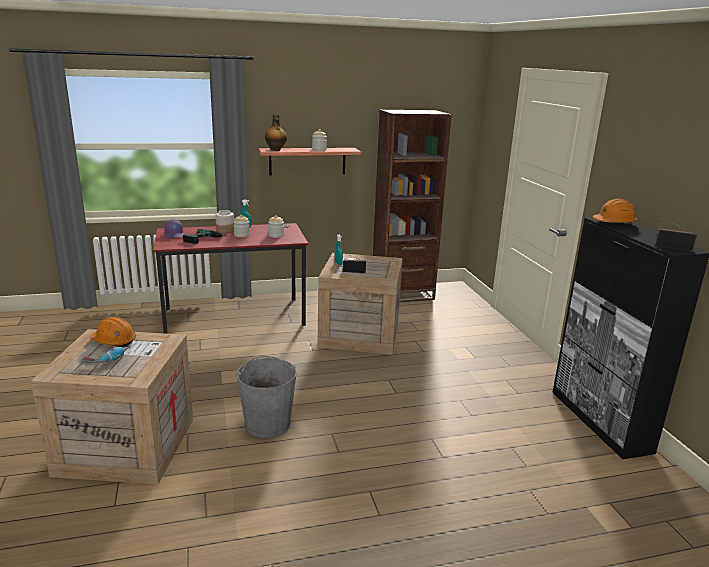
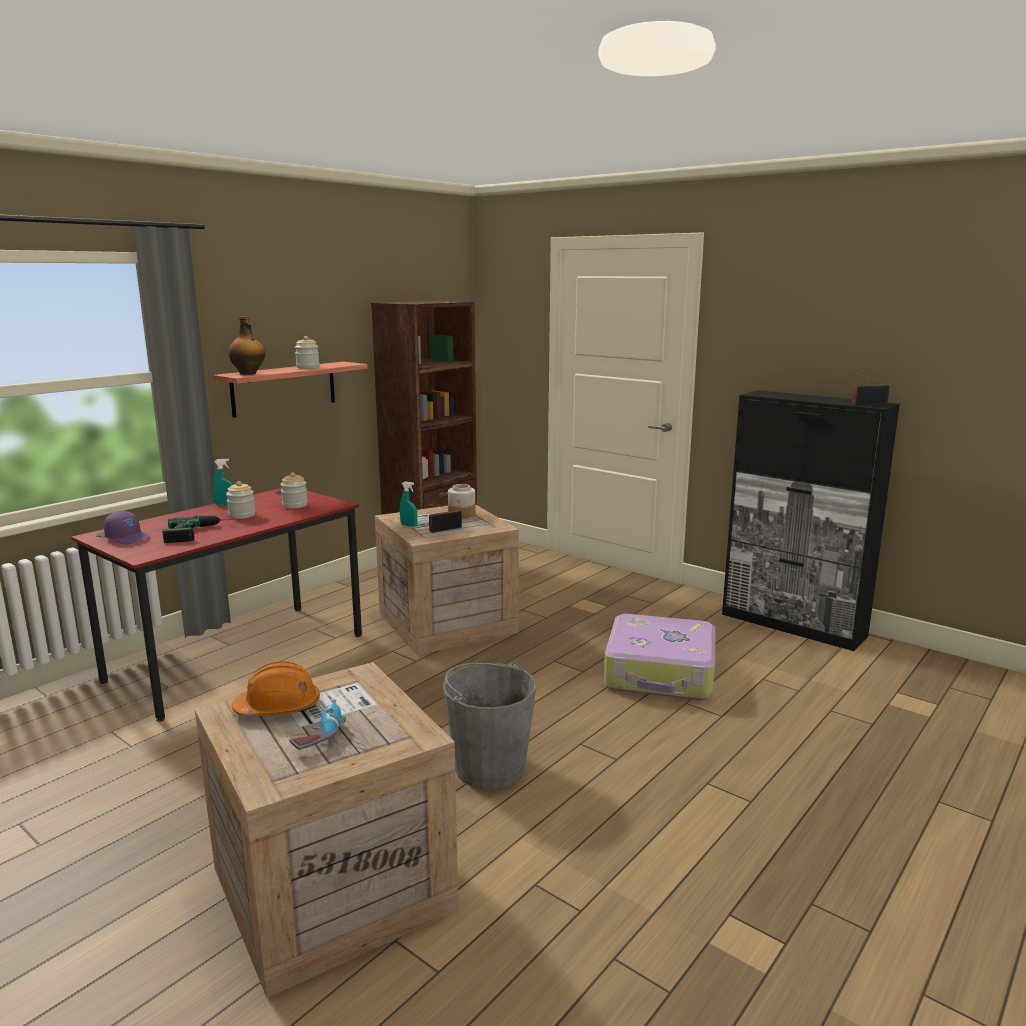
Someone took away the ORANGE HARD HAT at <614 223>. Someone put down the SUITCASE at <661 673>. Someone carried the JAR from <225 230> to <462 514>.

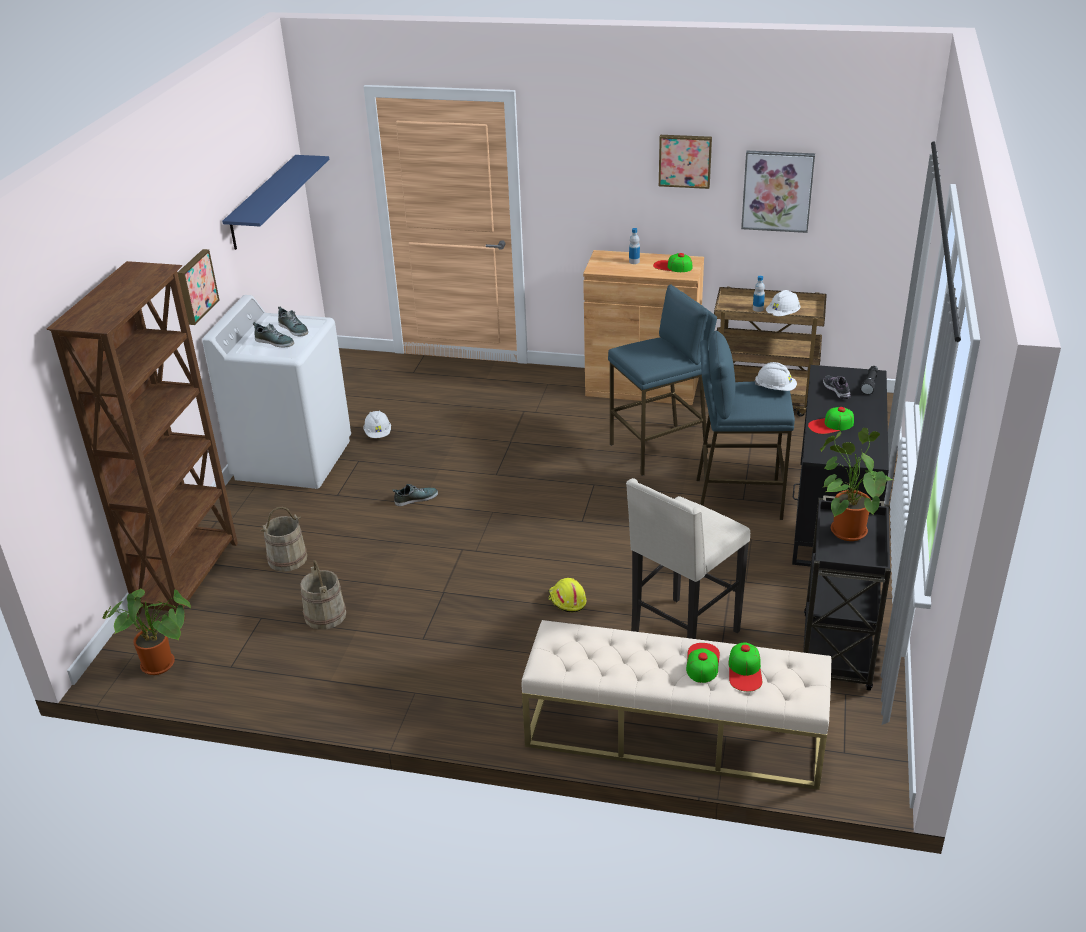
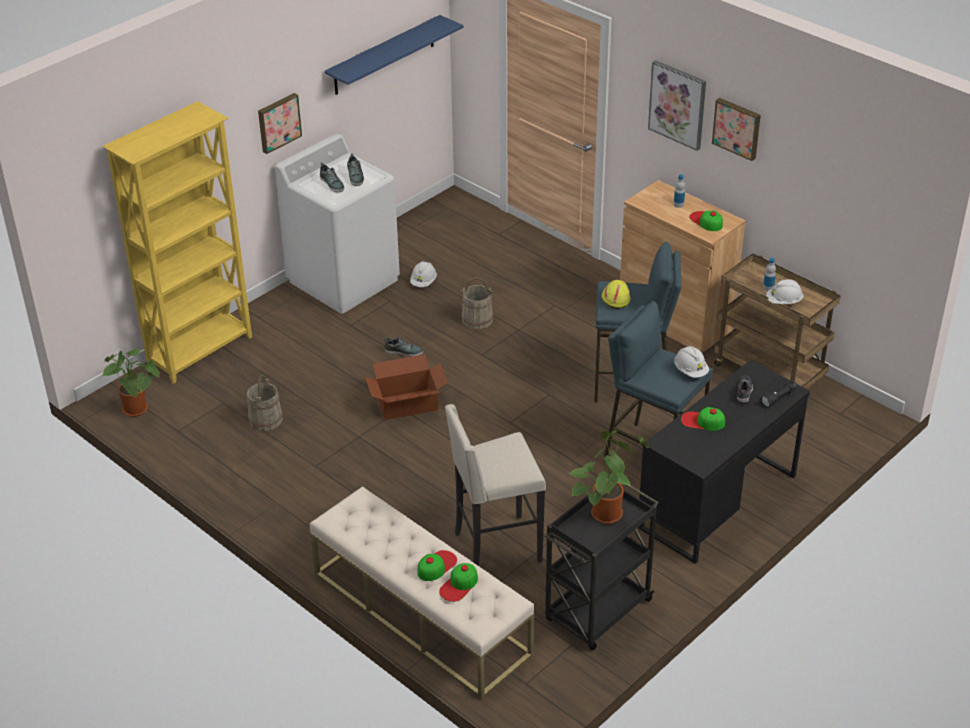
Someone put down the CARDBOARD BOX at <408 404>. Someone carried the BEIGE BUCKET from <287 559> to <477 320>. Someone carried the YELLOW HARD HAT from <566 600> to <615 298>. Someone carried the PICTURE from <777 191> to <677 104>. Someone repainted the BROWN BOOKCASE at <190 577>, which became the YELLOW BOOKCASE at <201 351>.

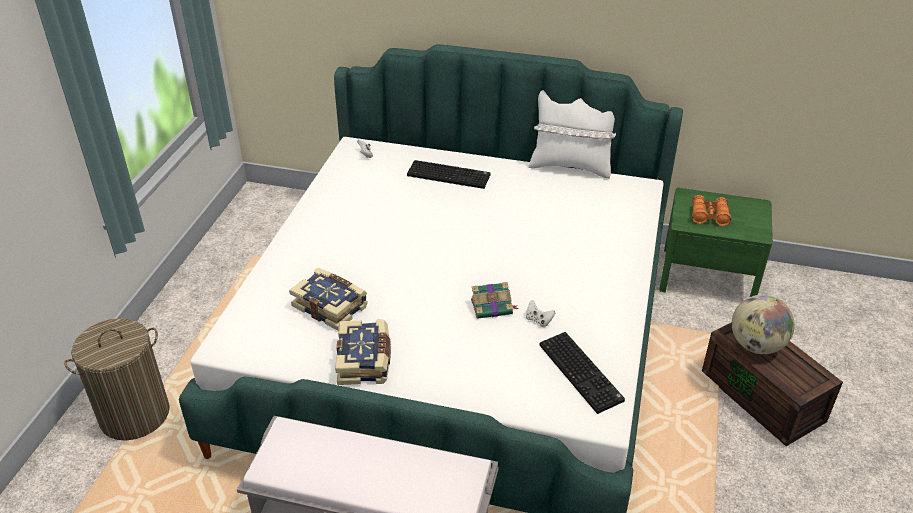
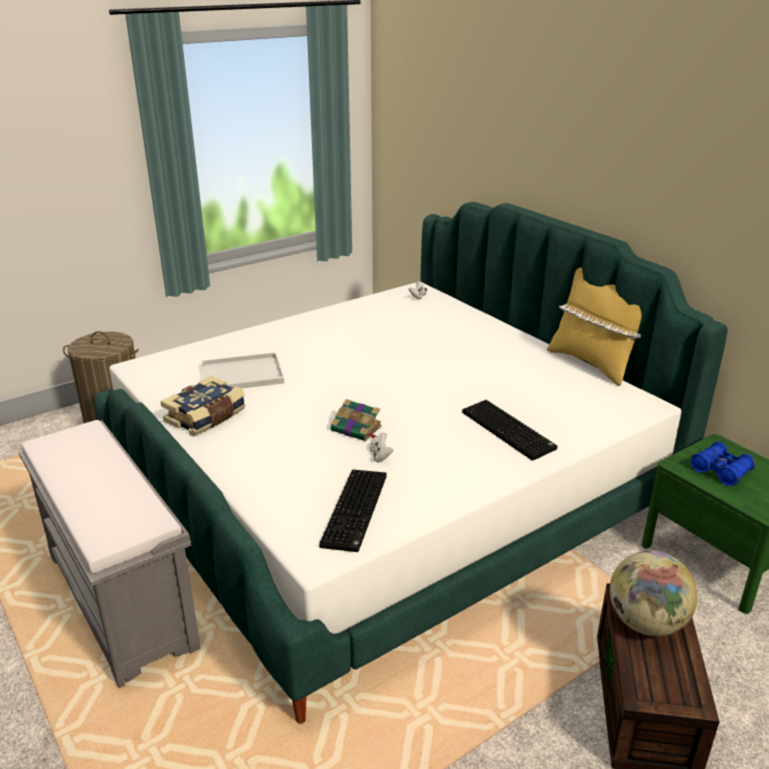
Someone carried the KEYBOARD from <449 175> to <509 430>. Someone swapped the BOOK at <331 306> for the WHITE TRAY at <240 375>. Someone repainted the WHITE PILLOW at <570 166>, which became the YELLOW PILLOW at <592 363>. Someone repainted the ORANGE BINOCULARS at <709 216>, which became the BLUE BINOCULARS at <721 471>.

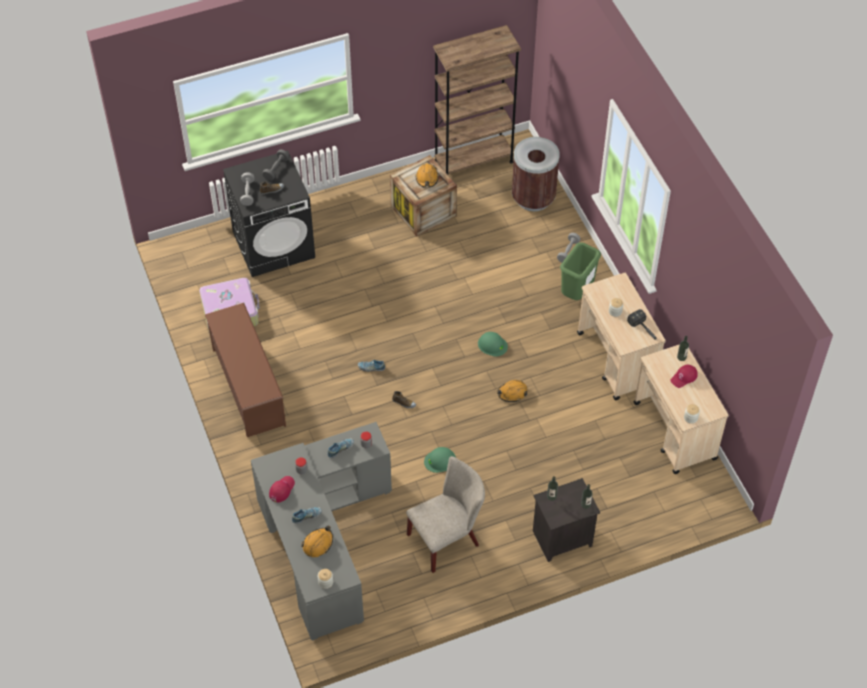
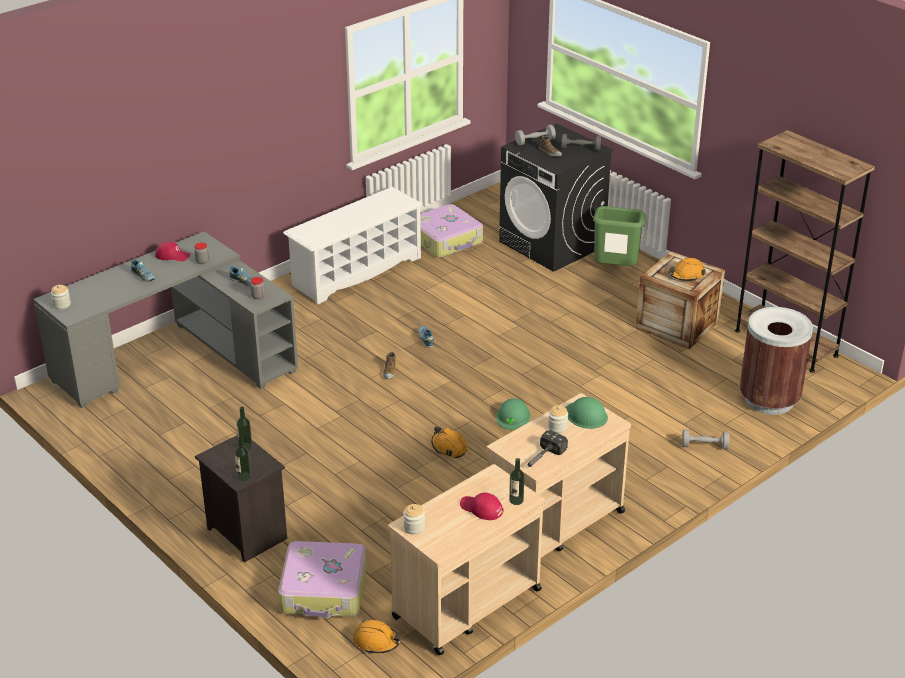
Someone took away the BEIGE CHAIR at <447 538>. Someone put down the SUITCASE at <324 590>. Someone carried the ORANGE HARD HAT from <318 544> to <376 641>. Someone carried the GREEN HARD HAT from <440 460> to <586 415>. Someone carried the GREEN TRASH CAN from <577 293> to <615 269>. Someone repainted the BROWN SHOE RACK at <248 386>, which became the WHITE SHOE RACK at <356 271>.

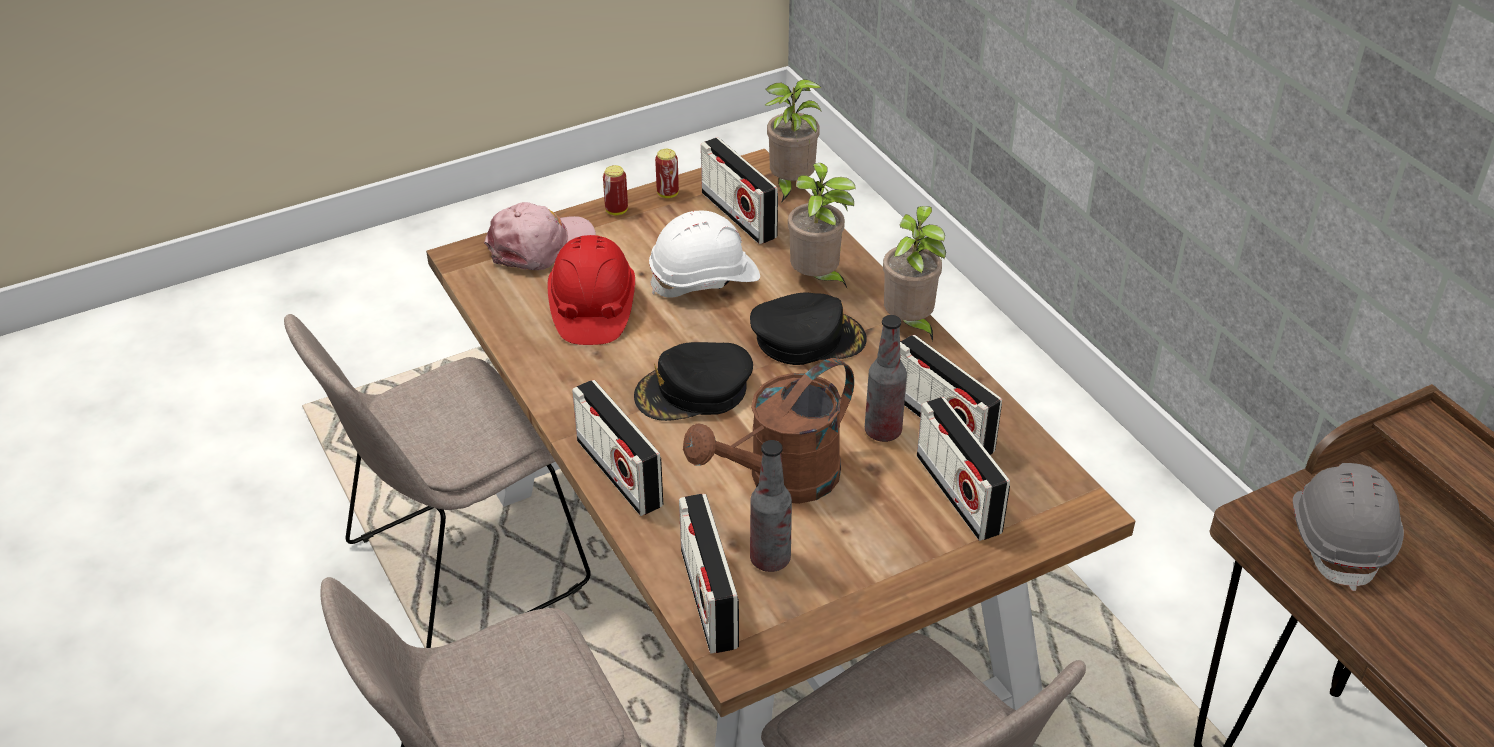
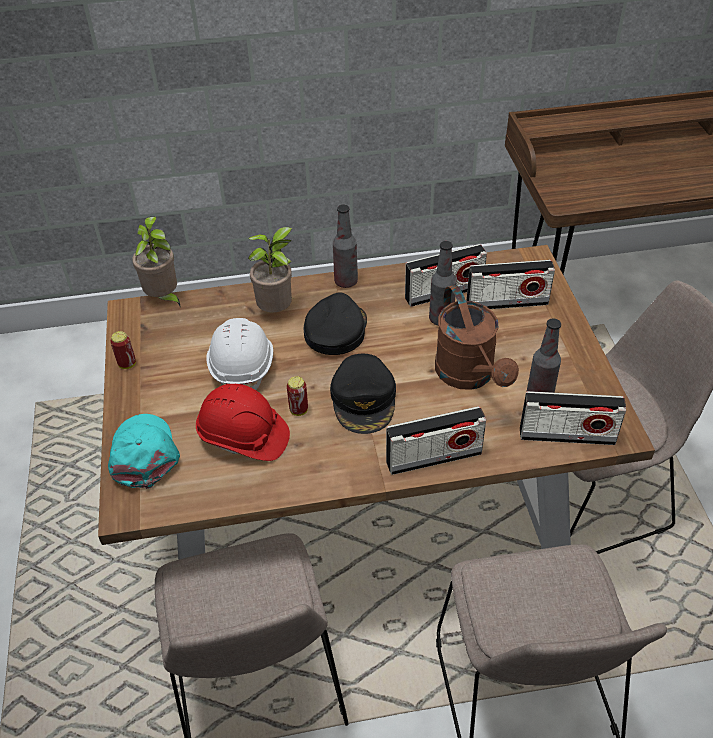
Someone took away the RADIO at <738 215>. Someone took away the GREY HARD HAT at <1339 538>. Someone carried the CAN from <616 211> to <299 410>. Someone swapped the POTTED PLANT at <909 325> for the BOTTLE at <346 282>. Someone repainted the PINK CAP at <541 246>, which became the TURQUOISE CAP at <143 454>.

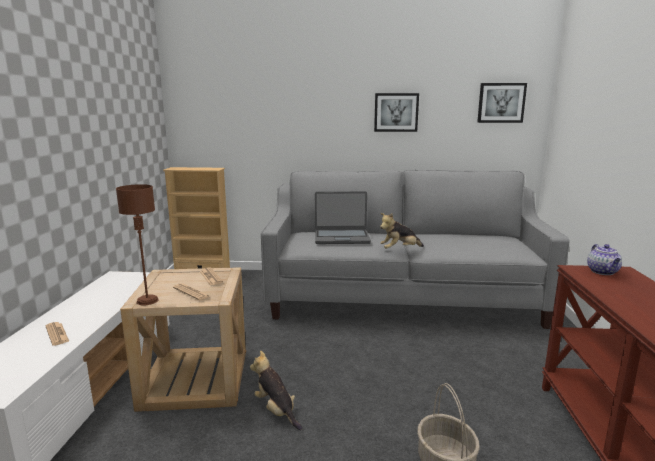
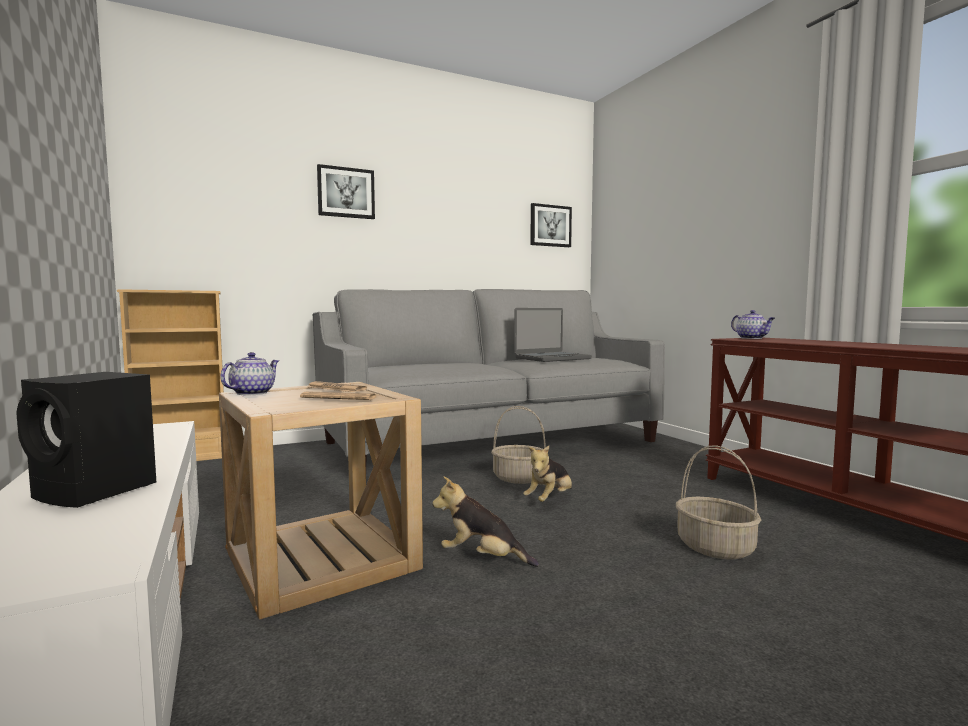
Someone took away the BROWN TABLE LAMP at <147 301>. Someone put down the TEAPOT at <252 393>. Someone put down the BASKET at <519 478>. Someone carried the LAPTOP from <341 238> to <552 358>. Someone carried the PICTURE from <396 112> to <346 192>. Someone carried the PLUSH TOY from <399 250> to <550 500>. Someone swapped the NEWSPAPER at <57 334> for the BLACK SPEAKER at <97 491>.

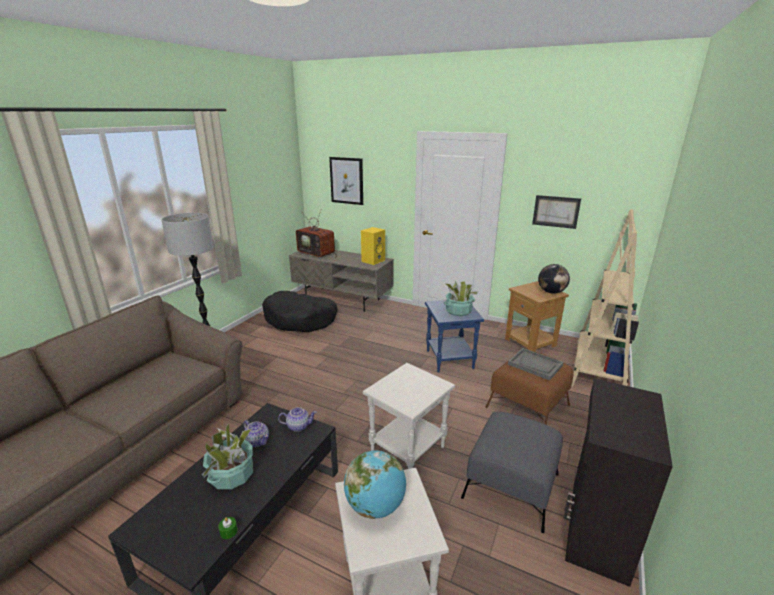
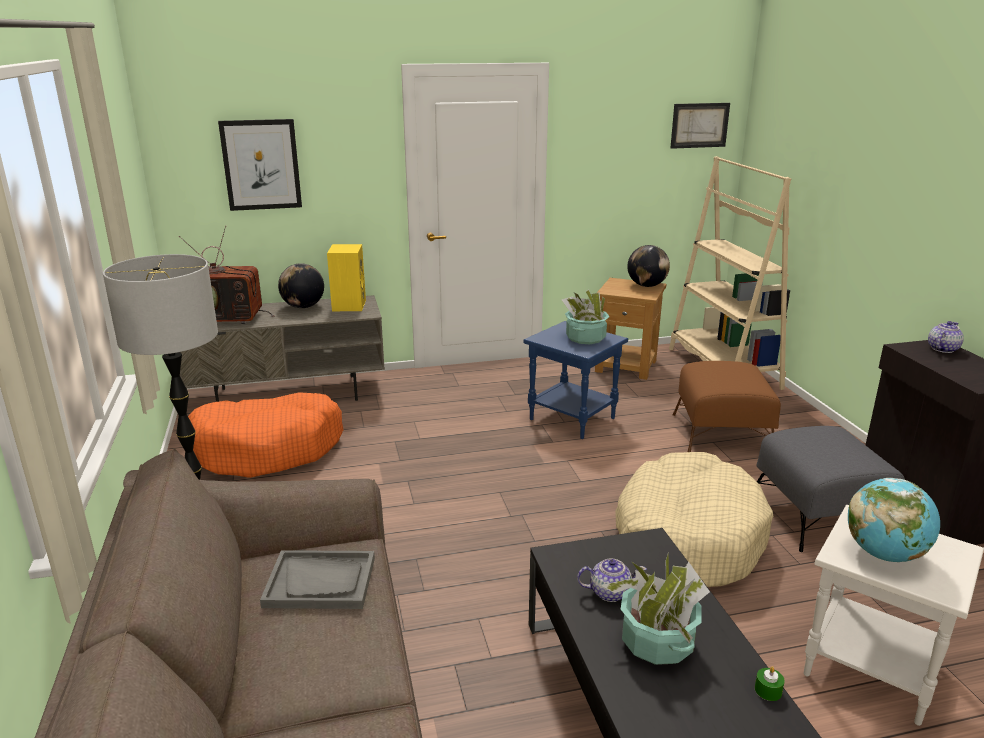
Someone put down the GLOBE at <303 307>. Someone carried the TEAPOT from <298 426> to <942 349>. Someone carried the GREY TRAY from <535 365> to <320 582>. Someone carried the PICTURE from <556 211> to <699 125>. Someone swapped the WHITE SIDE TABLE at <408 451> for the BEIGE DOG BED at <687 537>. Someone repainted the BLACK DOG BED at <300 320>, which became the ORANGE DOG BED at <268 449>.

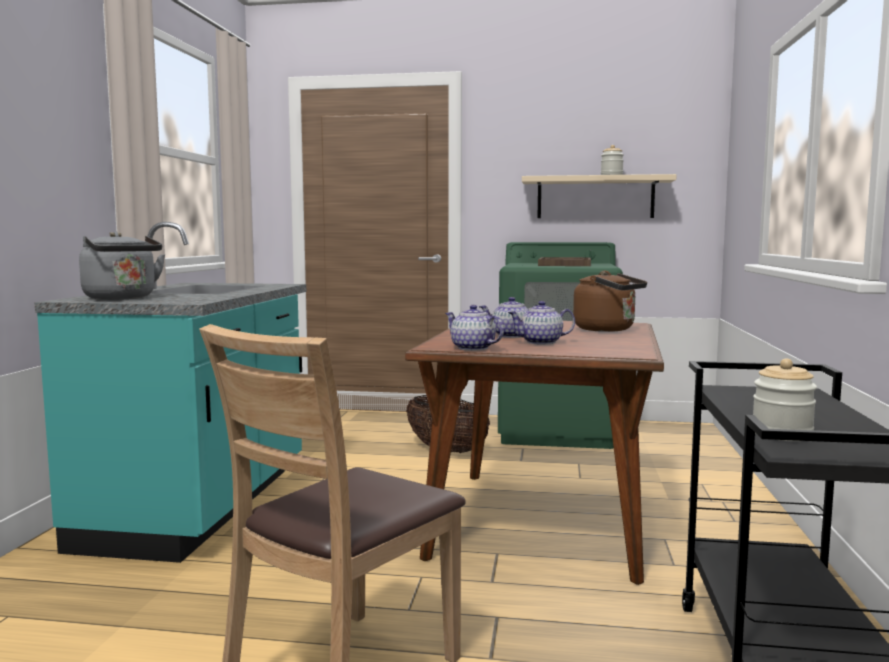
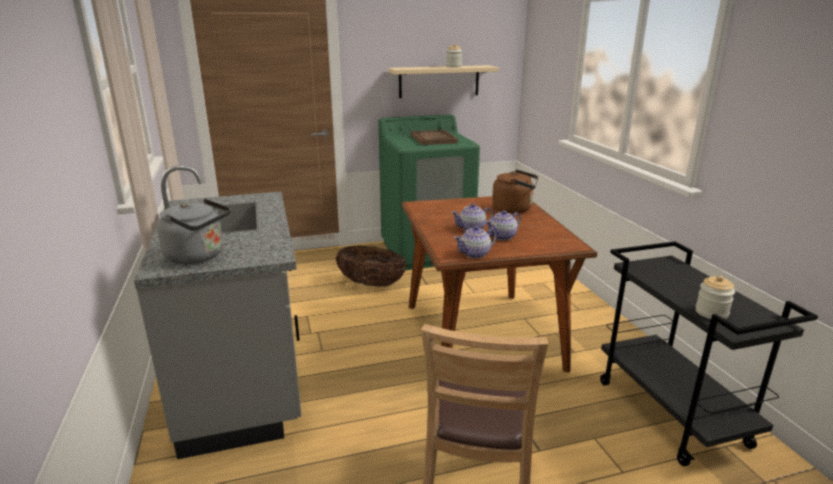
Someone repainted the TURQUOISE COUNTER at <201 507>, which became the GREY COUNTER at <245 381>. Someone rotated the TEAPOT at <473 348> by 45 degrees counterclockwise.

